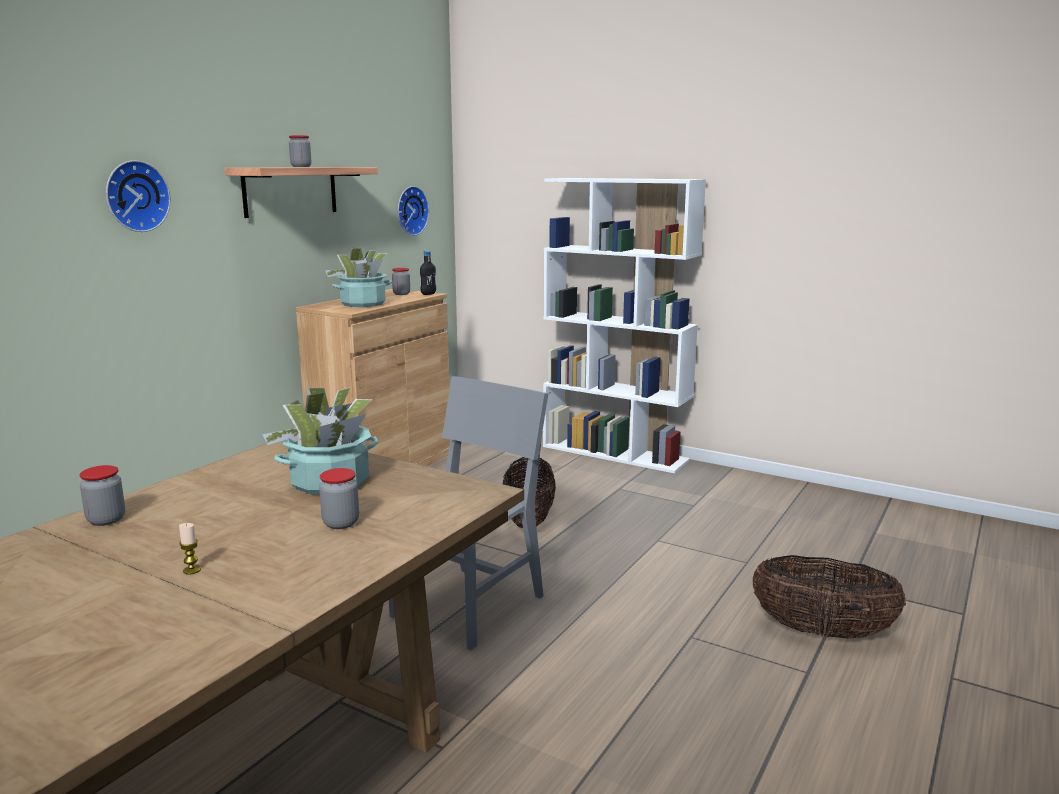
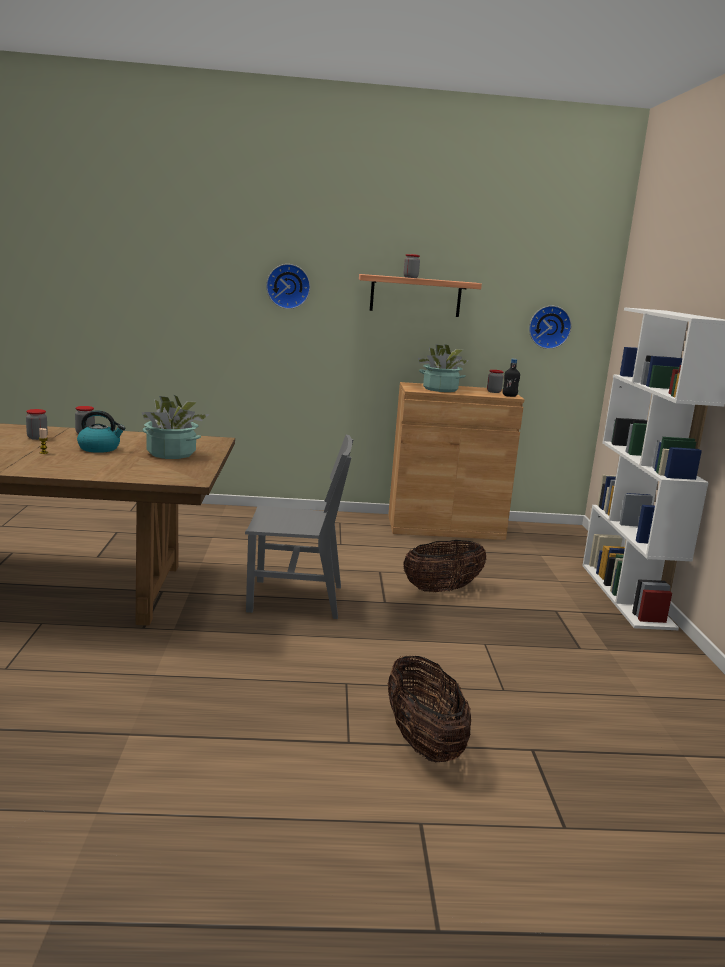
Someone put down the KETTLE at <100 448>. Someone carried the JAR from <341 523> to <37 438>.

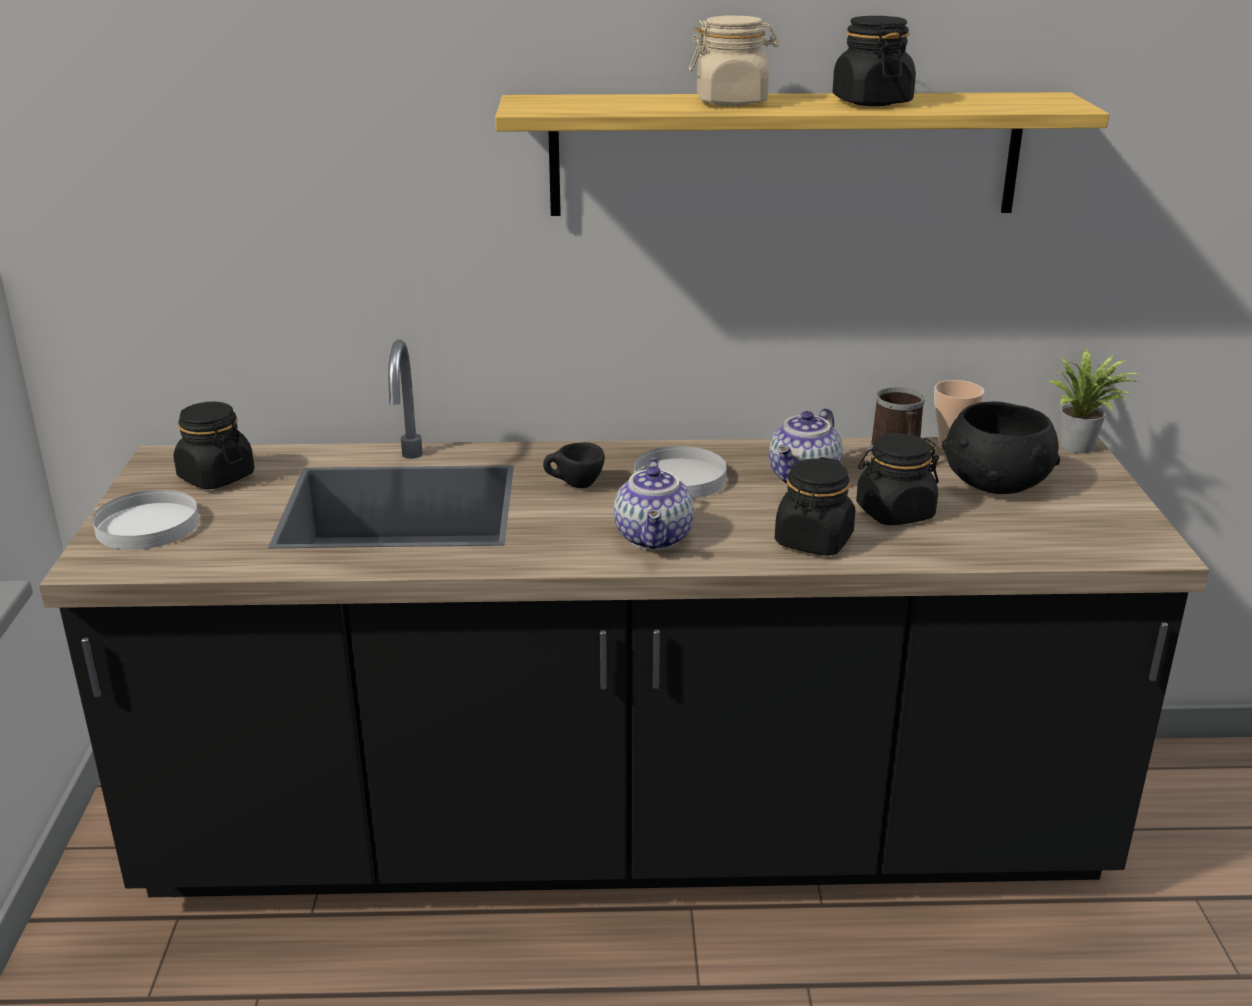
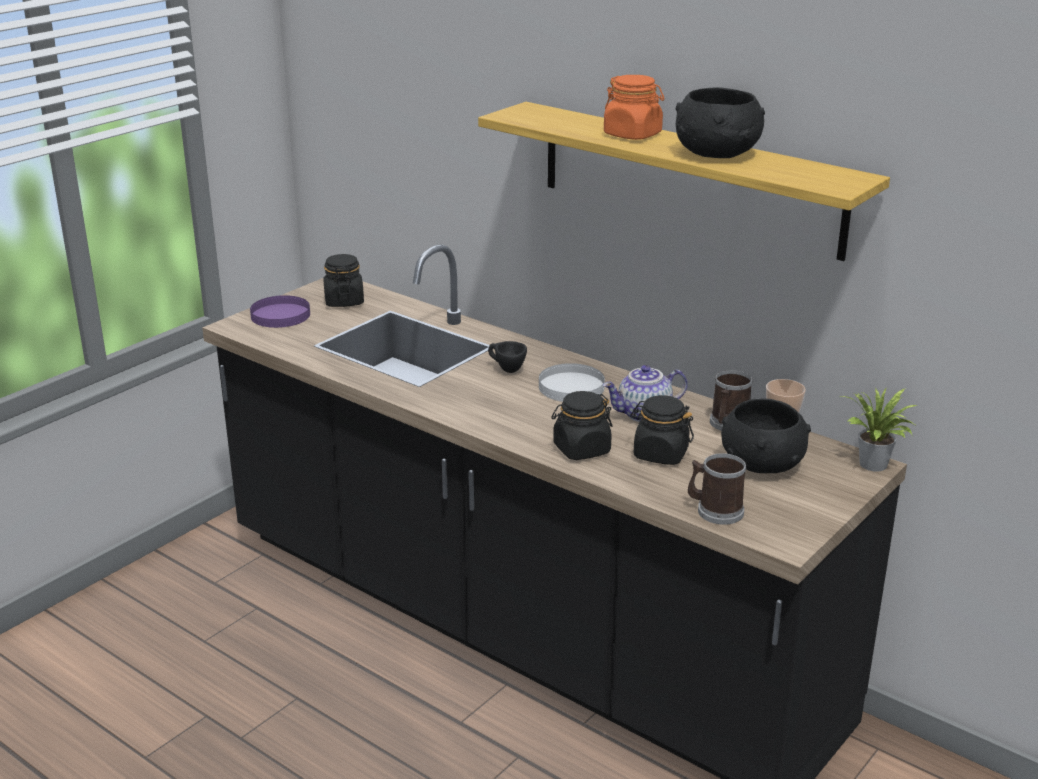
Someone took away the TEAPOT at <655 538>. Someone put down the MUG at <715 511>. Someone swapped the BLACK JAR at <871 102> for the BLACK BOWL at <717 154>. Someone repainted the WHITE PLATE at <146 525>, which became the PURPLE PLATE at <280 315>. Someone repainted the BEIGE JAR at <732 102>, which became the ORANGE JAR at <633 135>.

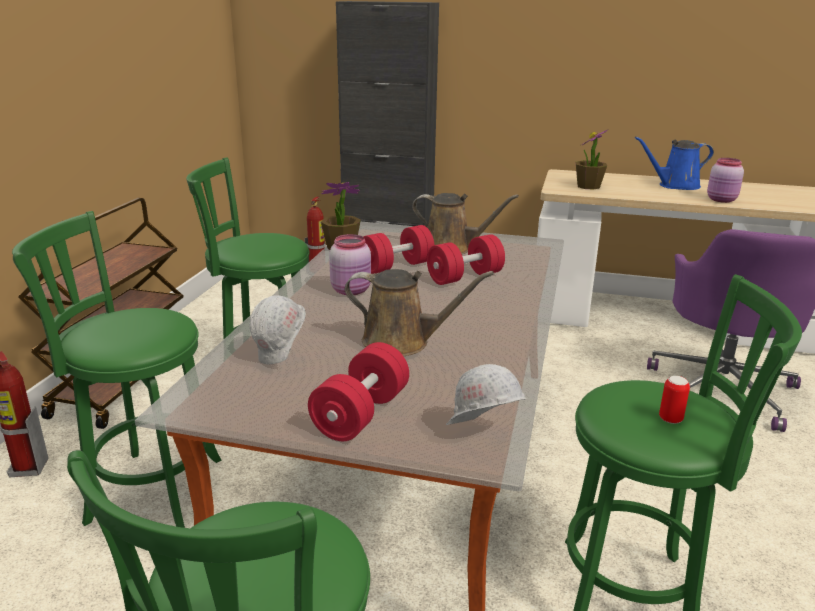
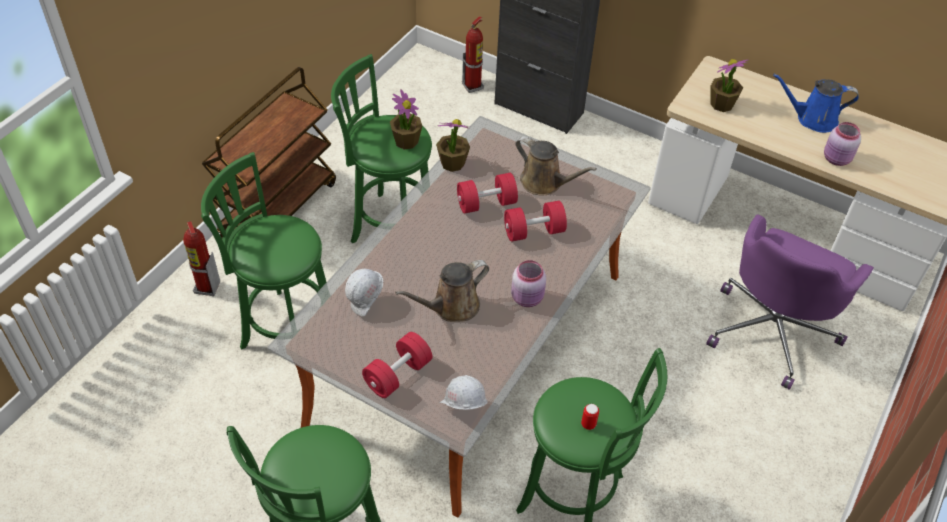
Someone put down the POTTED PLANT at <406 141>. Someone carried the PINK JAR from <352 290> to <528 298>. Someone rotated the BROWN WATERING CAN at <402 342> by 120 degrees clockwise.

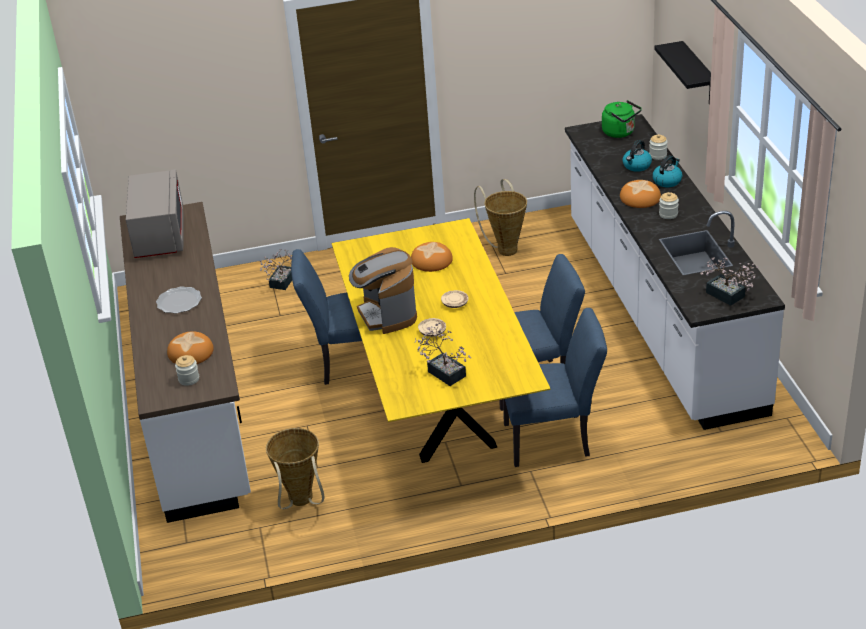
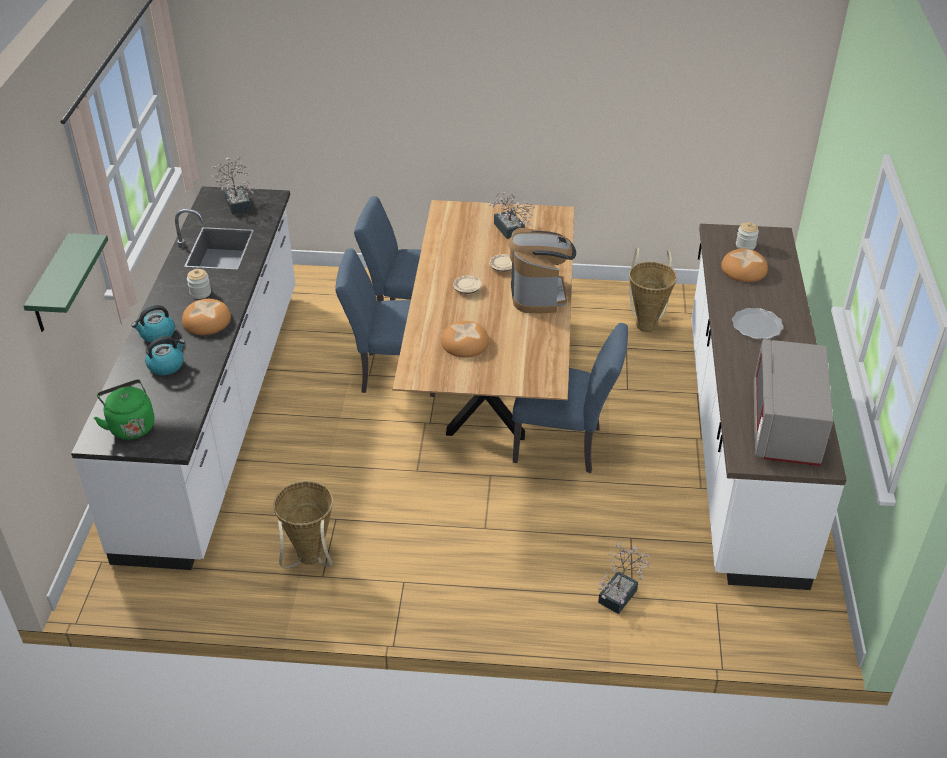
Someone took away the JAR at <658 155>. Someone repainted the YELLOW DINING TABLE at <439 400>, which became the BROWN DINING TABLE at <491 380>. Someone repainted the BLACK SHELF at <699 75>, which became the GREEN SHELF at <51 286>.

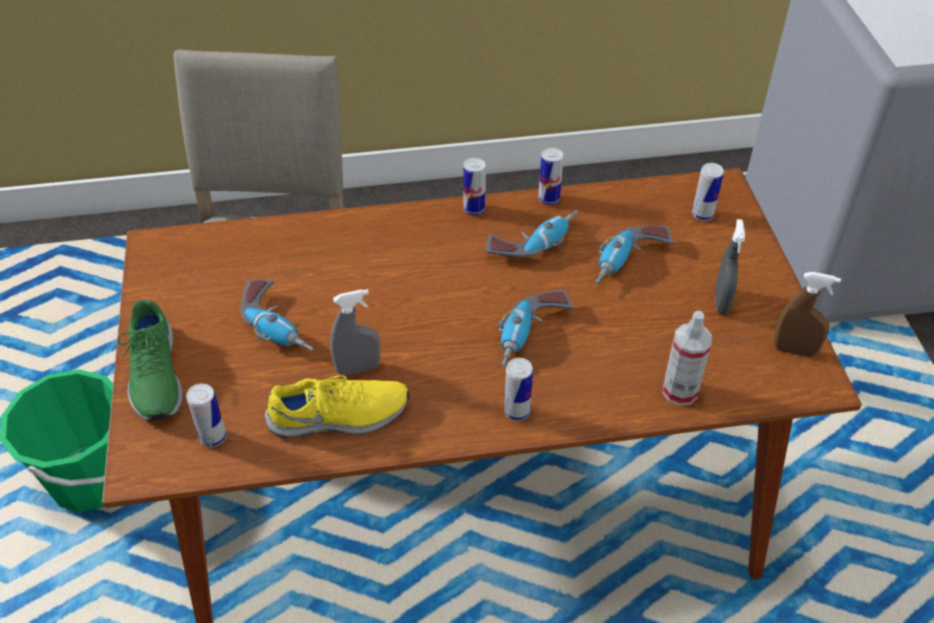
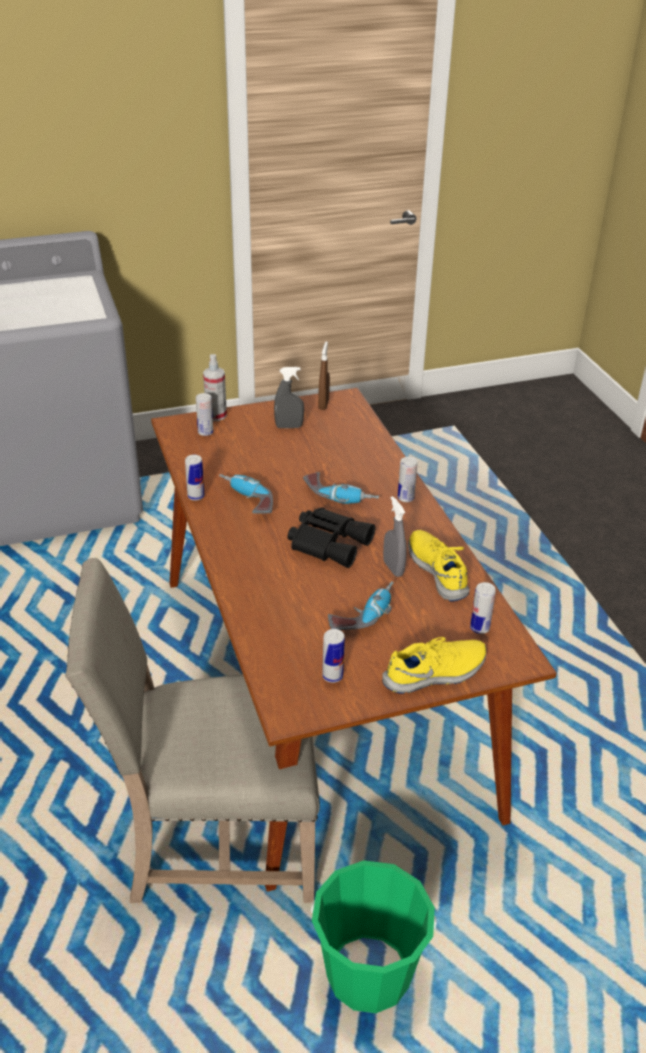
Someone took away the POWER DRILL at <629 263>. Someone put down the BLACK BINOCULARS at <329 542>. Someone carried the CAN from <474 209> to <332 676>. Someone carried the SPRAY BOTTLE from <680 391> to <216 415>. Someone repainted the GREEN SHOE at <154 375>, which became the YELLOW SHOE at <435 674>.

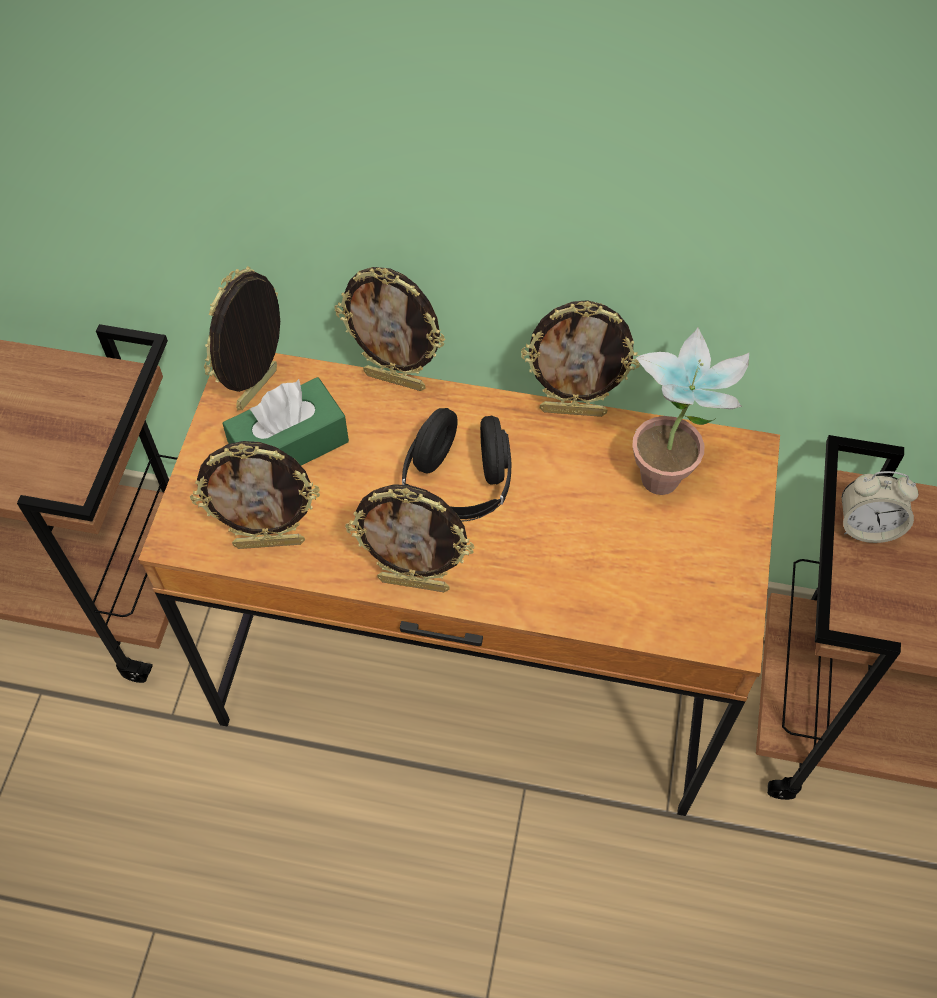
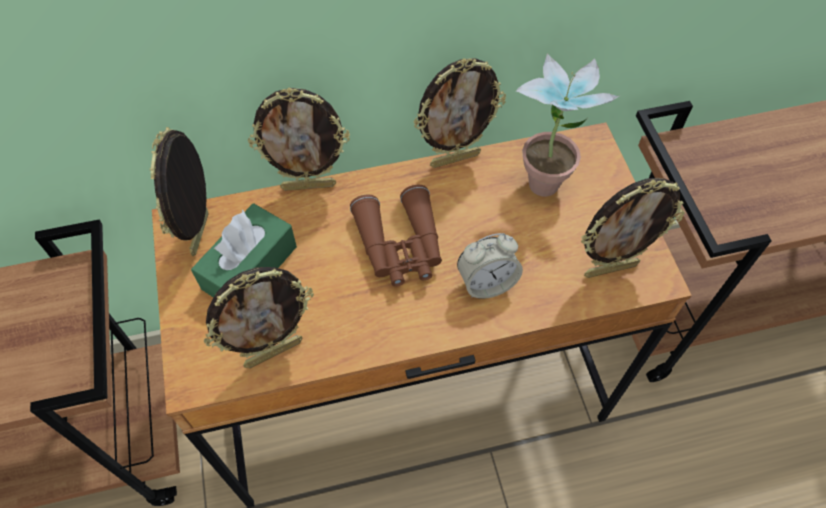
Someone carried the PICTURE FRAME from <414 582> to <610 268>. Someone carried the ALARM CLOCK from <866 526> to <486 283>. Someone swapped the BLACK HEADPHONES at <458 485> for the BROWN BINOCULARS at <400 246>.

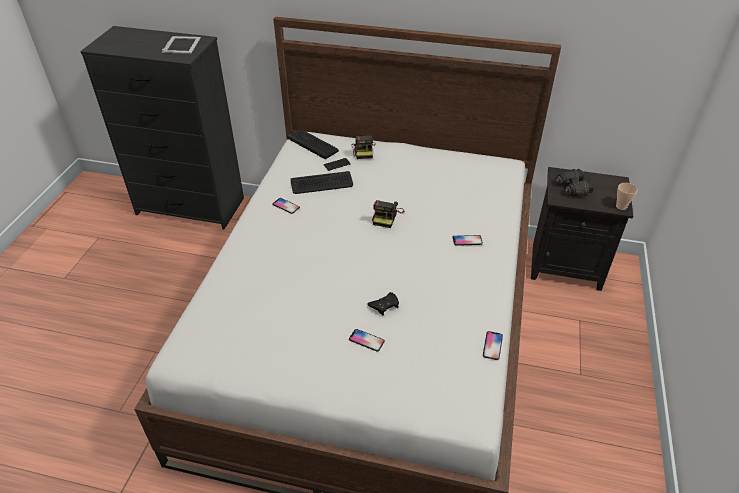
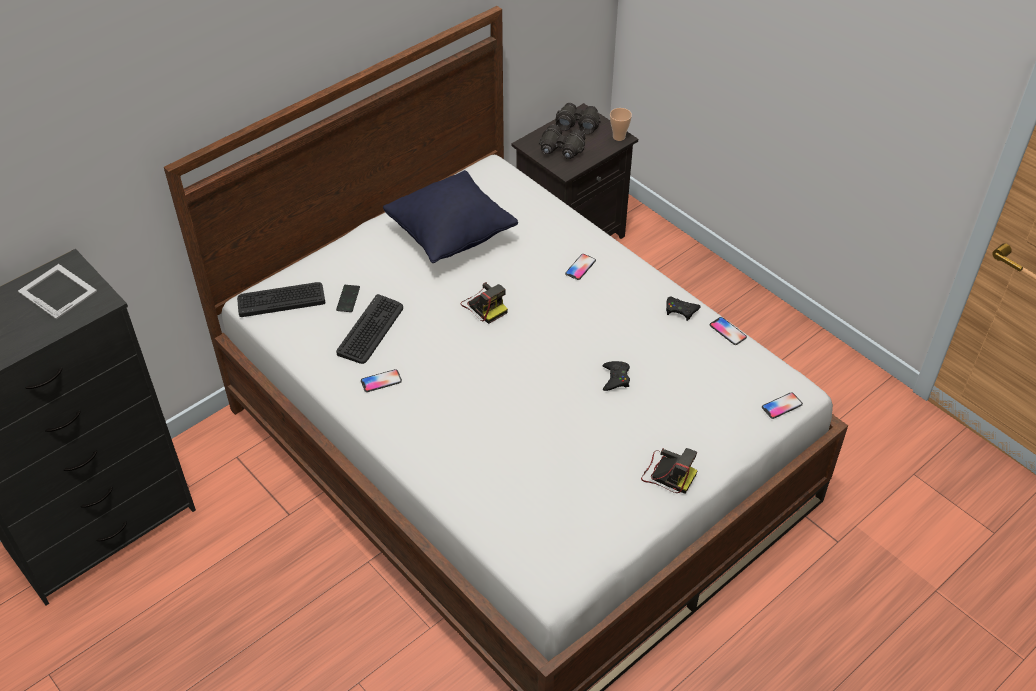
Someone put down the BLACK PILLOW at <451 236>. Someone put down the BLACK BINOCULARS at <577 123>. Someone put down the BLACK GAME CONTROLLER at <680 310>. Someone carried the PHONE from <366 340> to <782 406>. Someone carried the PHOTO CAMERA from <363 150> to <667 474>.

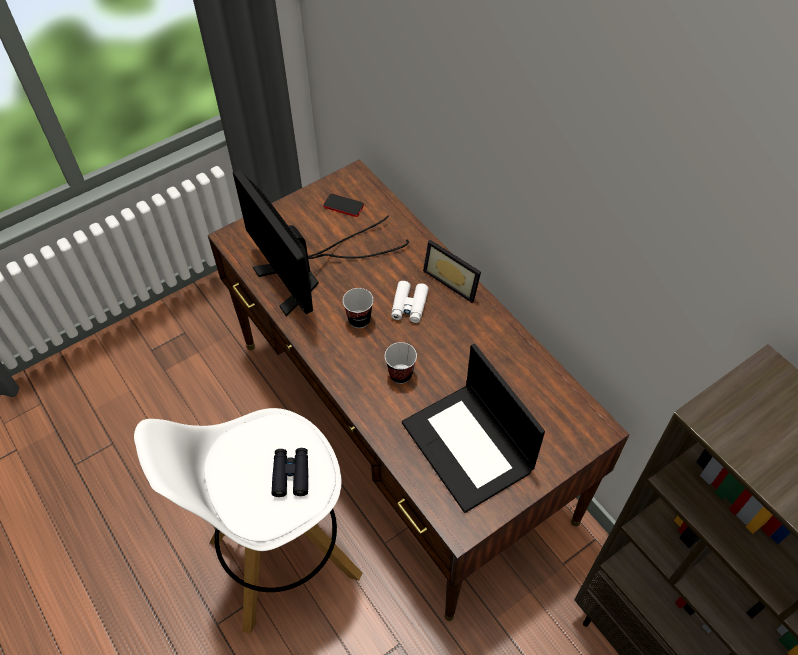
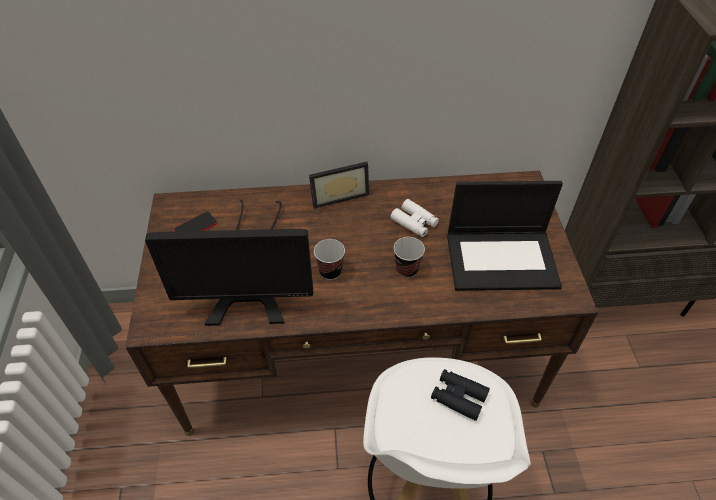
Someone carried the WHITE BINOCULARS from <409 306> to <414 222>.

